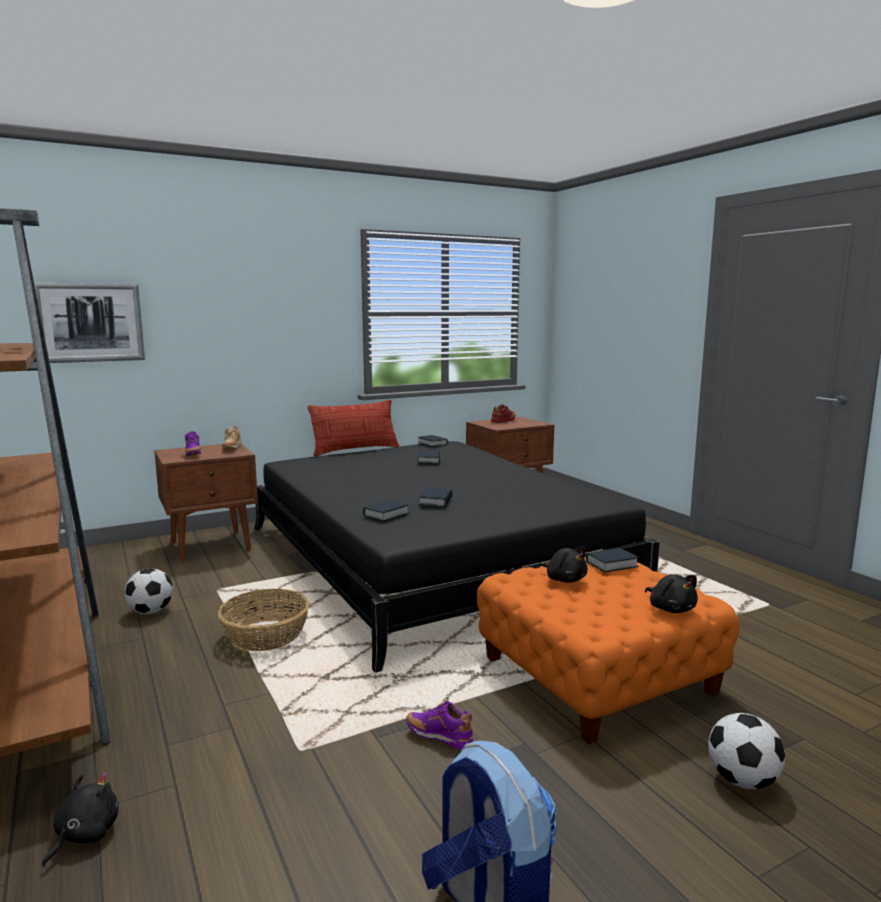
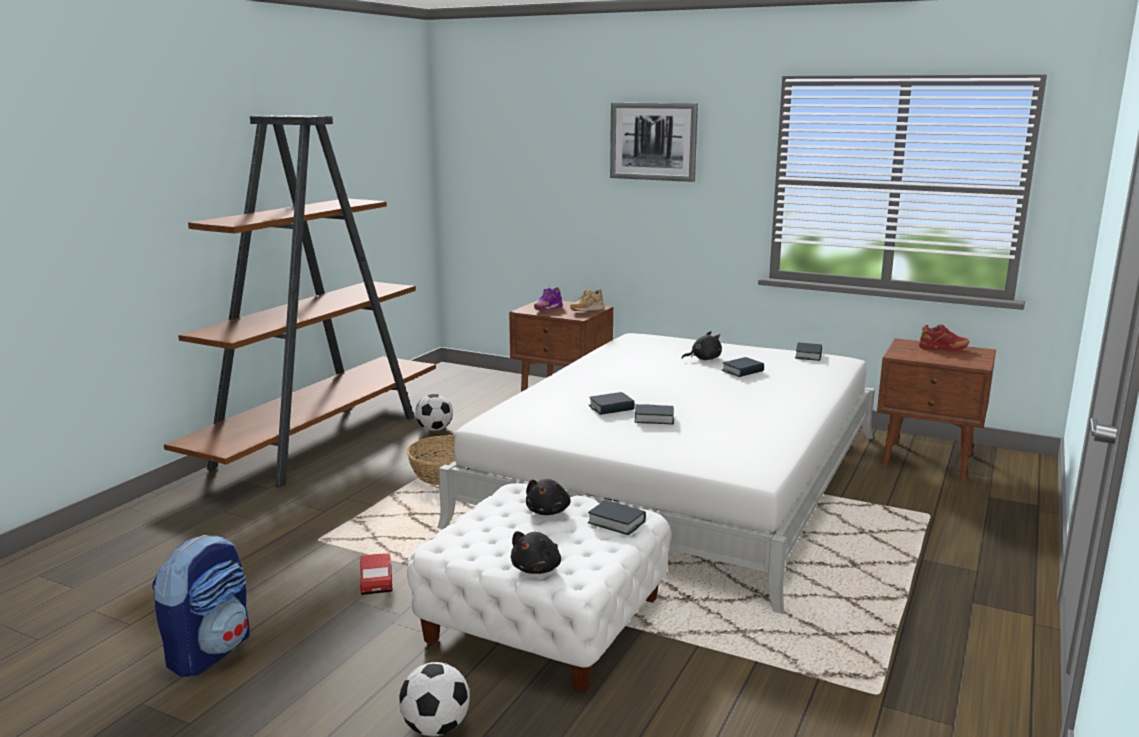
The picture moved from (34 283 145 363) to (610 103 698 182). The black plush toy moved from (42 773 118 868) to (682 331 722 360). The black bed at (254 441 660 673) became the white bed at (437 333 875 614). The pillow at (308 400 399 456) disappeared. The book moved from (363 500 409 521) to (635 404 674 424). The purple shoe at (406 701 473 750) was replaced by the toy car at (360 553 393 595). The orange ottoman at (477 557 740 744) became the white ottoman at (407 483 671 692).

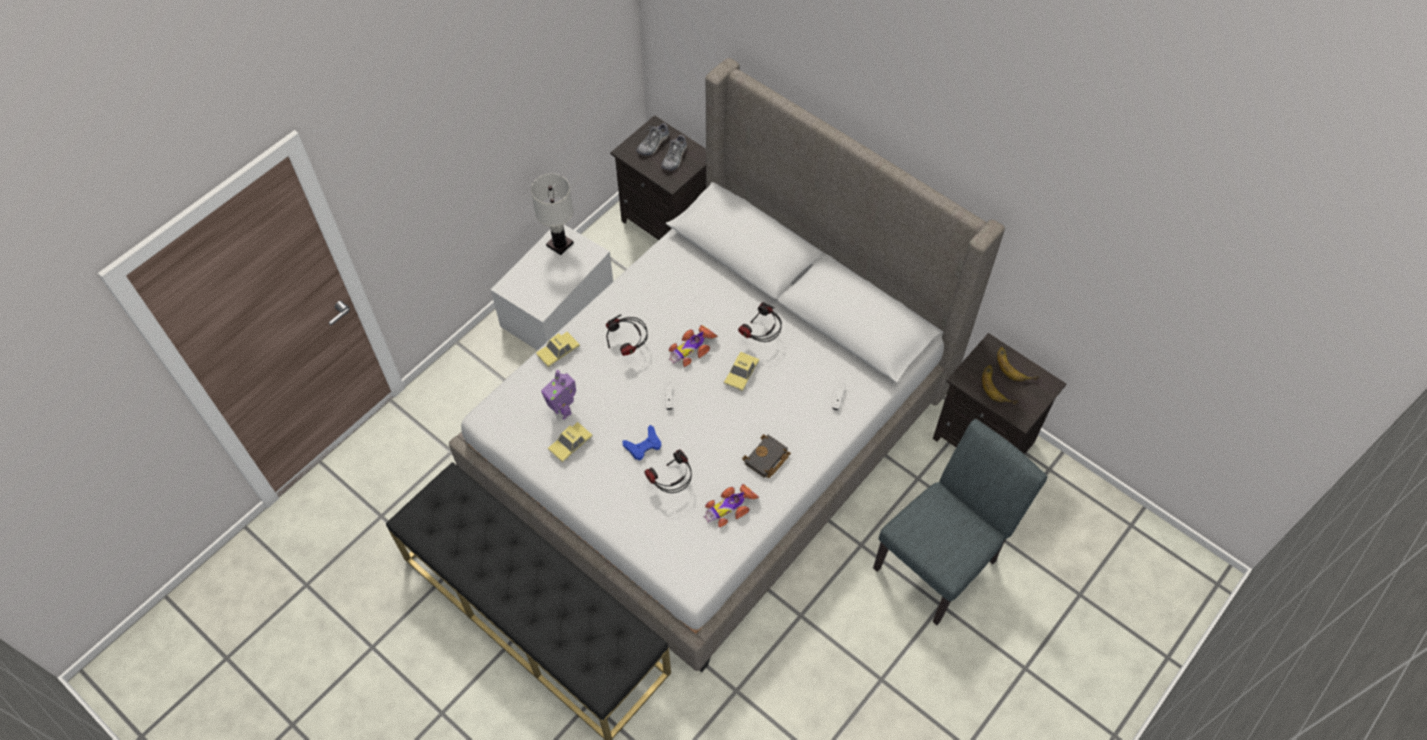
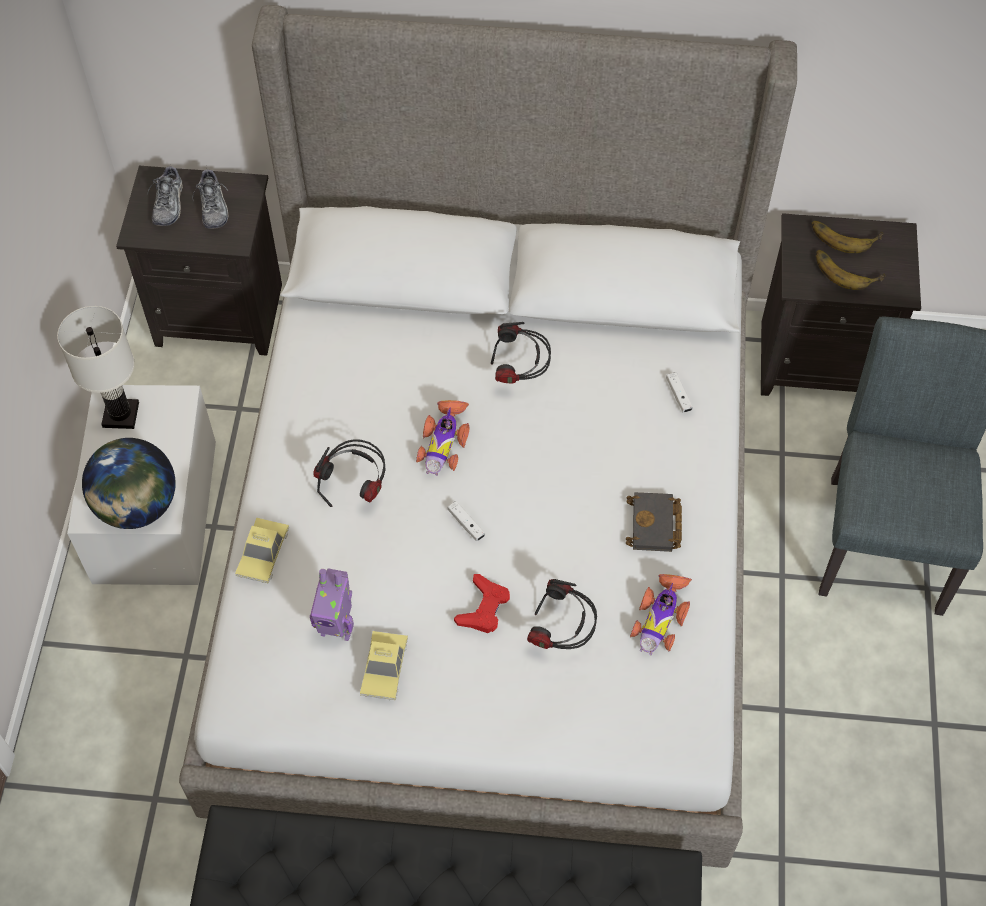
The blue game controller at (623 425 661 460) became the red game controller at (454 574 510 633). The toy car at (724 352 759 391) disappeared. The globe at (82 438 176 529) appeared.

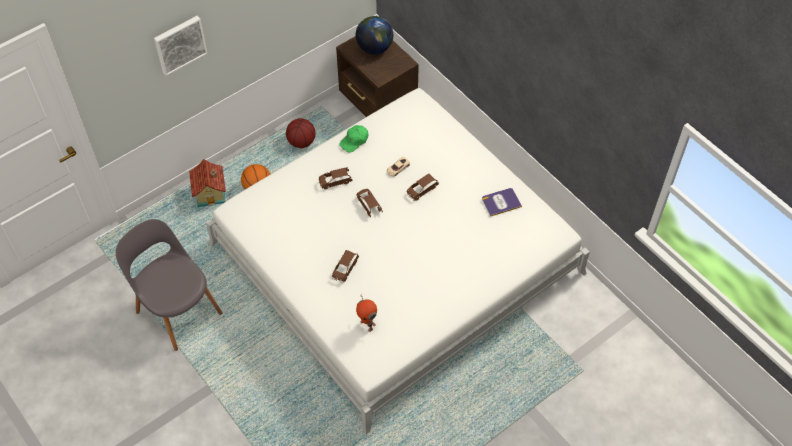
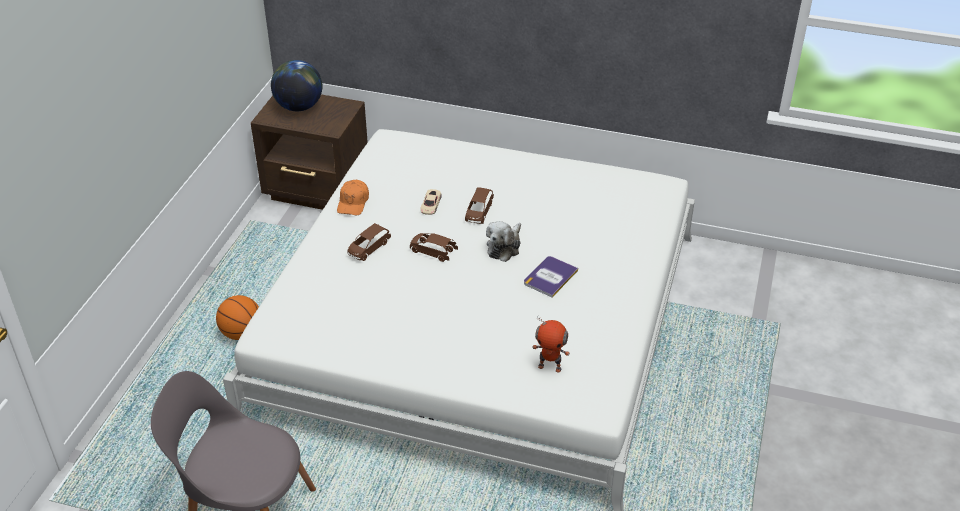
The picture at (154 16 208 76) disappeared. The toy house at (189 159 226 207) disappeared. The basketball at (286 118 316 148) disappeared. The brown toy car at (332 250 359 282) disappeared. The green cap at (339 125 368 153) became the orange cap at (337 180 369 216). The book moved from (482 188 522 217) to (524 256 578 298). The plush toy at (486 221 521 262) appeared.

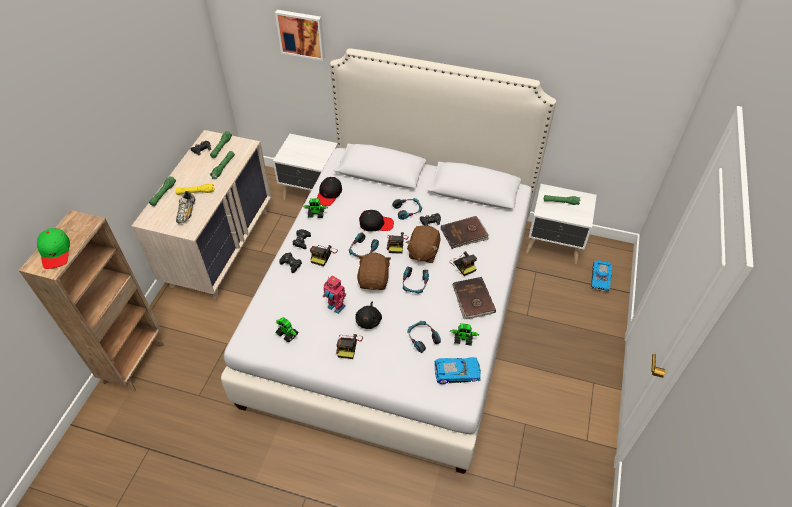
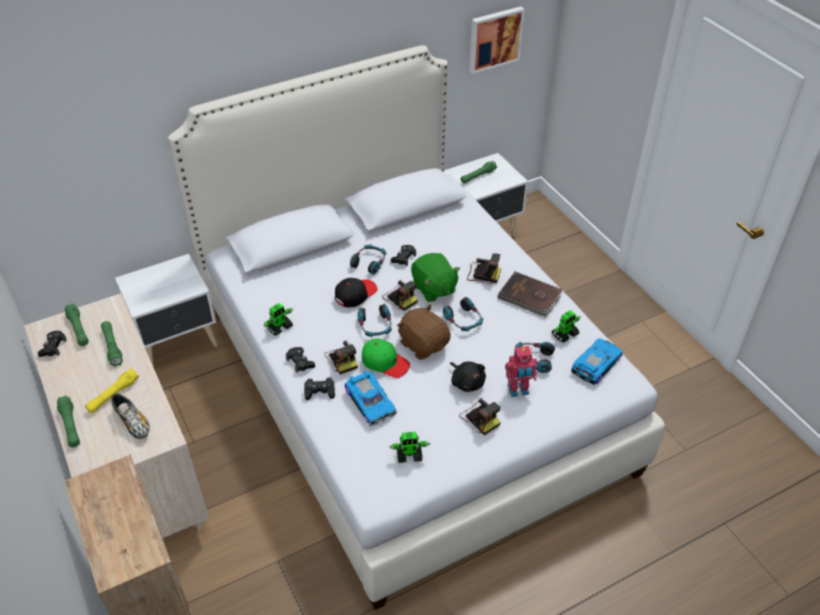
The green cap moved from (37 228 70 269) to (362 338 410 378). The picture moved from (275 10 325 61) to (469 6 525 74). The black cap at (316 177 342 206) disappeared. The toy robot moved from (323 275 346 314) to (505 346 537 397). The brown plush toy at (406 225 441 263) became the green plush toy at (411 253 460 302). The brown book at (441 216 489 249) disappeared. The toy car moved from (591 260 612 292) to (345 370 397 426).

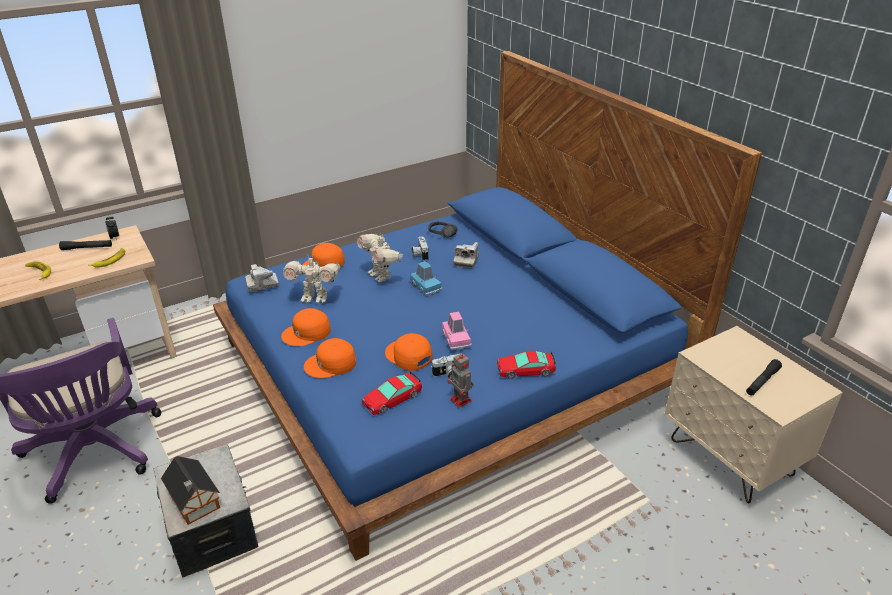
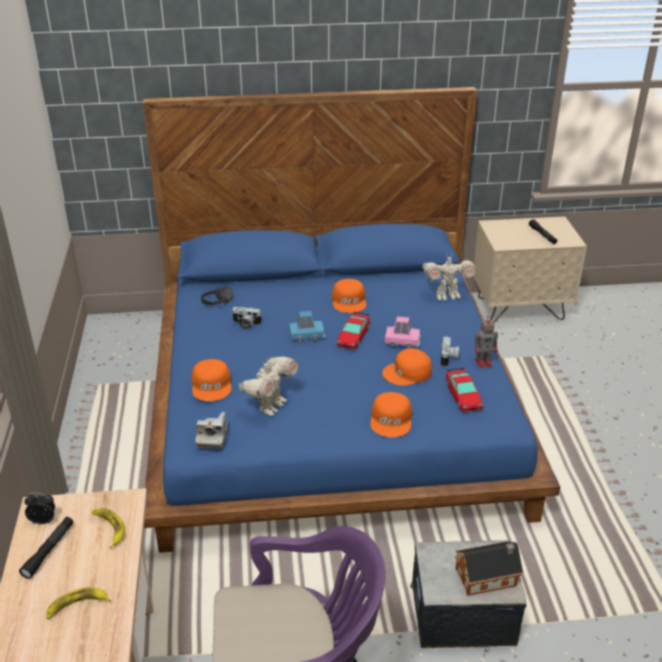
The orange cap moved from (281 308 331 346) to (332 279 367 313). The toy robot moved from (357 234 403 282) to (422 256 476 300). The photo camera at (453 242 479 268) disappeared. The toy car moved from (497 351 556 378) to (337 312 370 350).

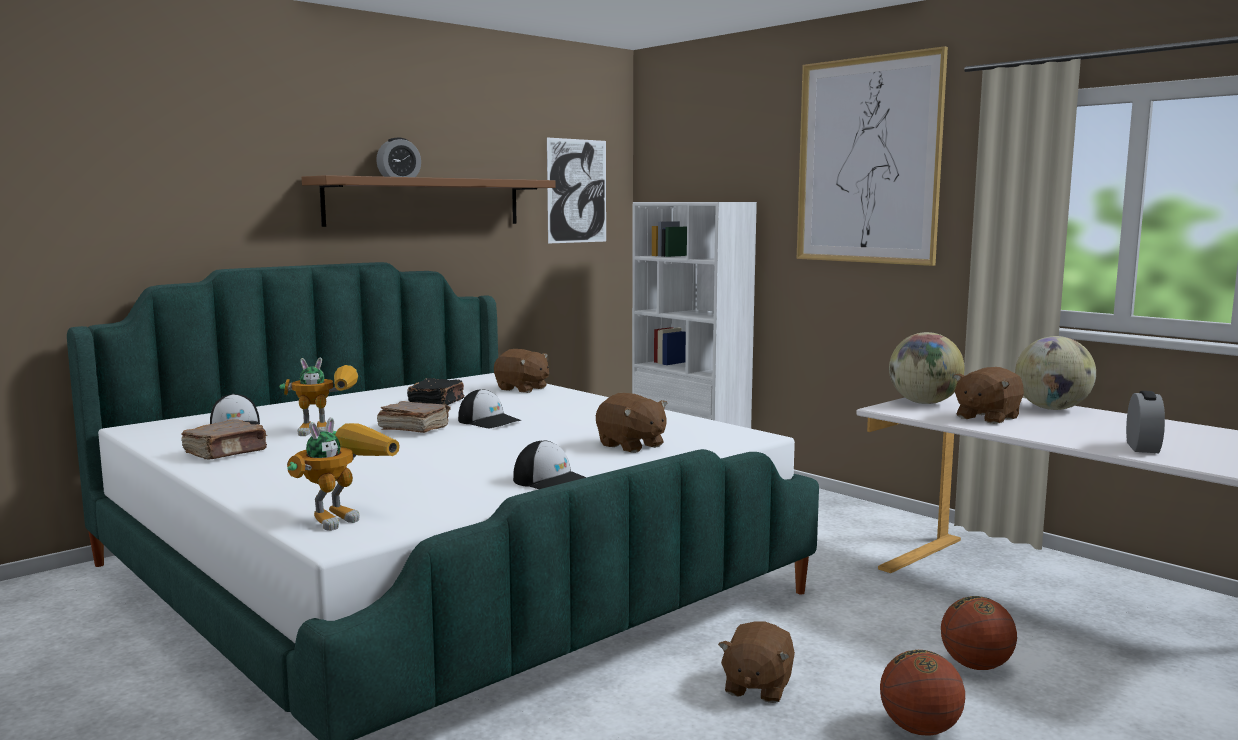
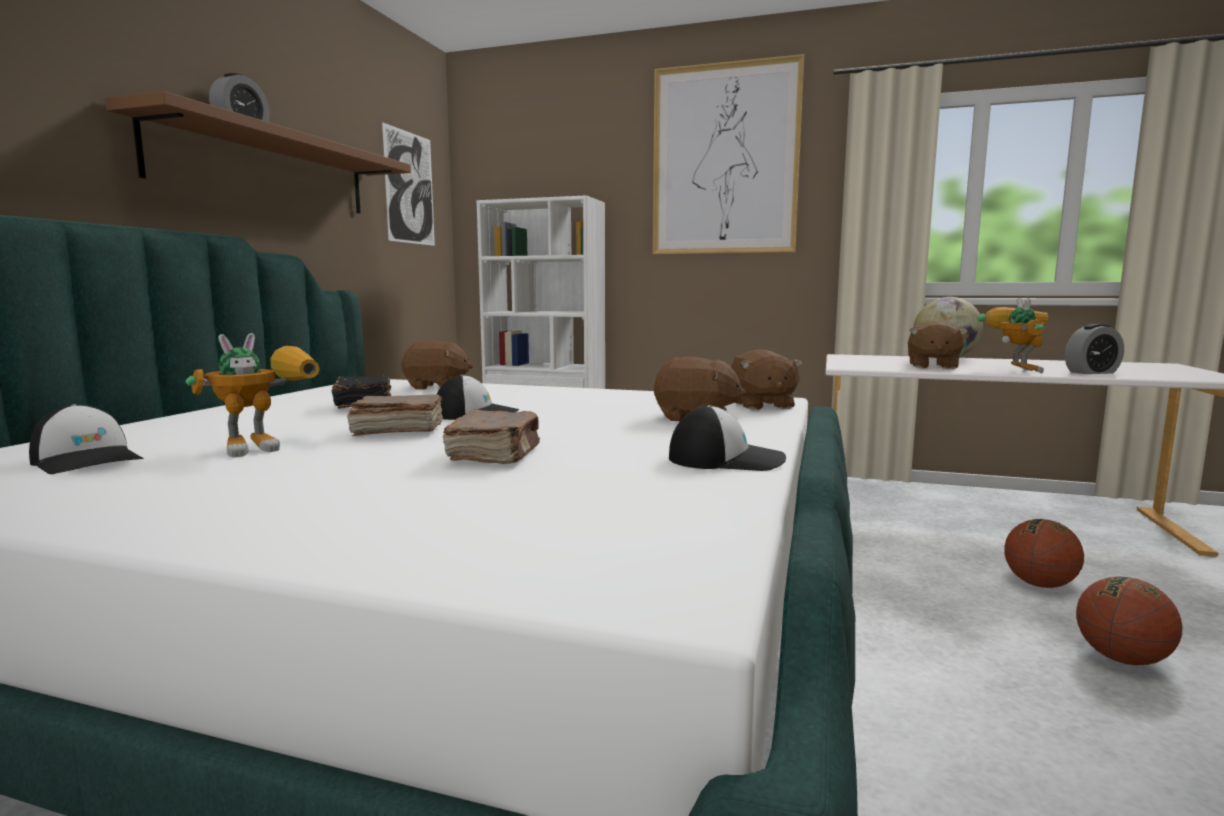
The brown book moved from (181 419 267 459) to (443 410 540 464). The toy robot moved from (287 417 400 531) to (977 298 1048 373). The brown plush toy moved from (718 621 795 703) to (731 349 803 410). The globe at (889 332 965 404) disappeared. The alarm clock at (1126 391 1165 453) turned 90 degrees clockwise.

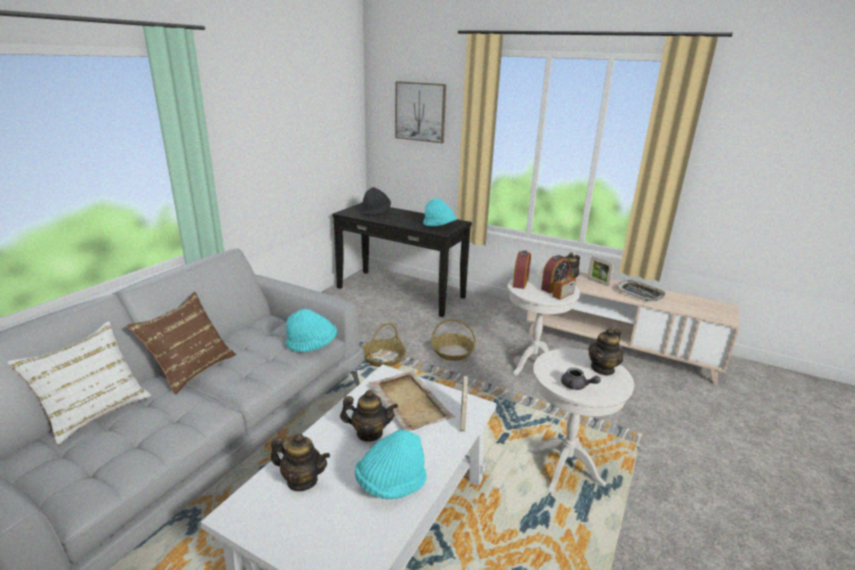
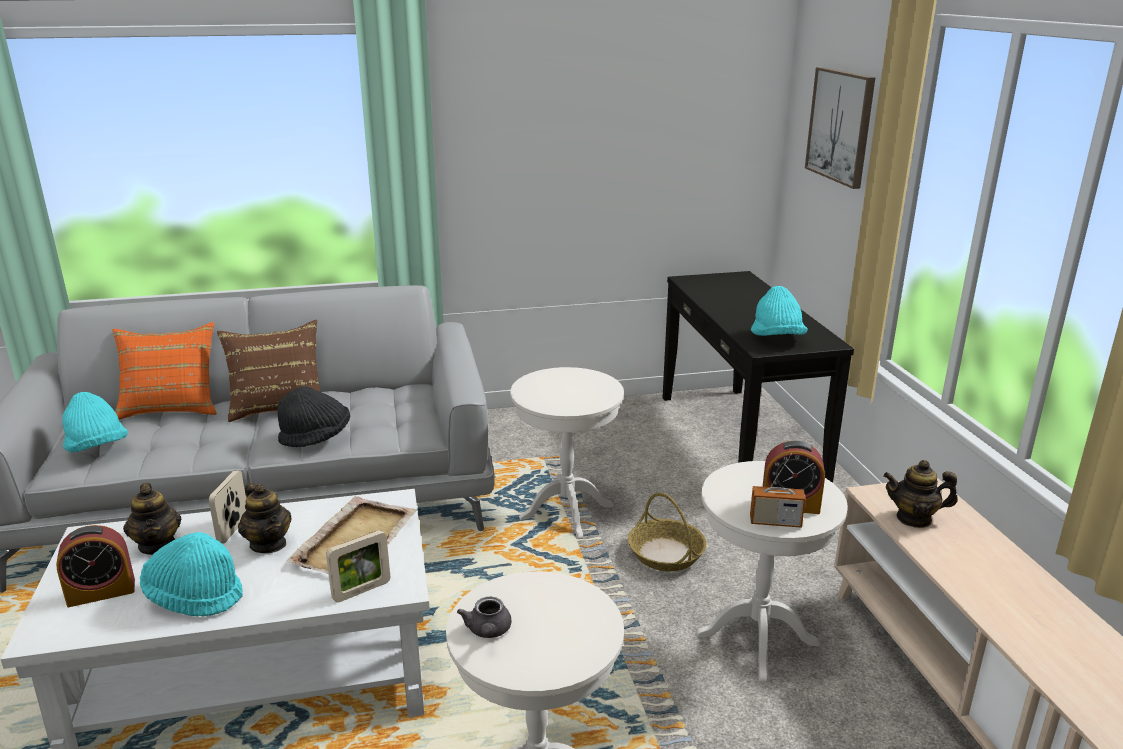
The white pillow at (7 321 152 445) became the orange pillow at (113 322 217 420). The turquoise hat moved from (286 309 337 352) to (62 392 128 452). The black hat moved from (362 187 391 216) to (278 386 350 447). The basket at (362 323 406 367) was replaced by the white side table at (510 367 624 539). The alarm clock moved from (513 250 531 289) to (56 525 135 607). The picture frame moved from (588 256 614 286) to (209 471 246 544). The teapot at (588 328 623 376) disappeared. The tray at (617 280 665 302) disappeared.

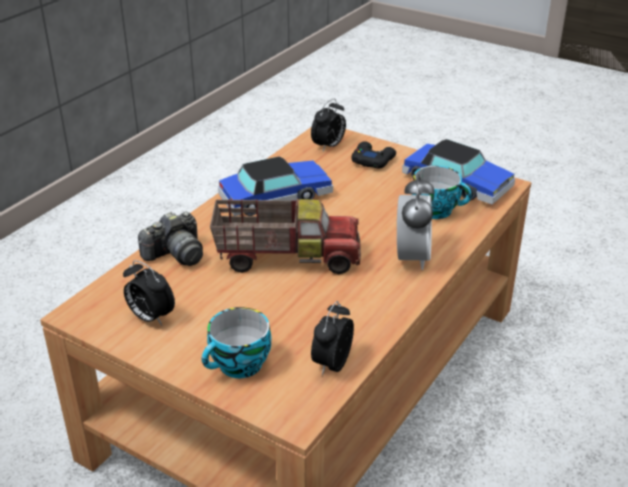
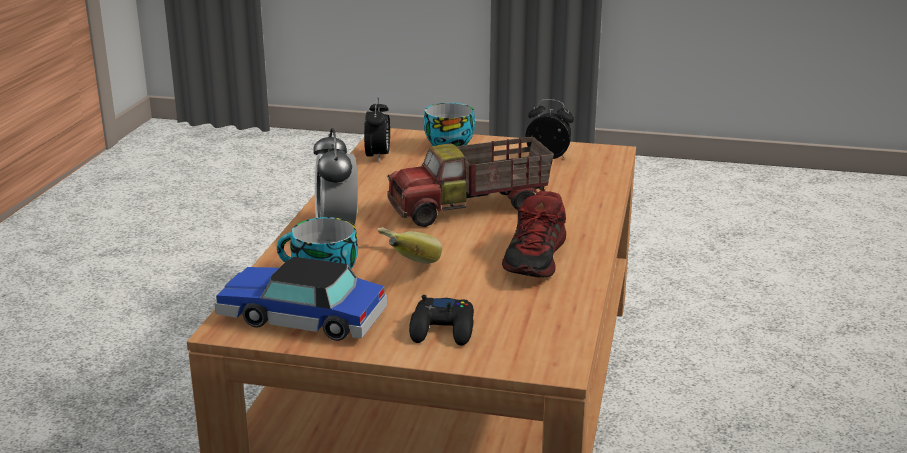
The photo camera at (138 211 203 266) disappeared. The toy car at (218 156 333 216) was replaced by the shoe at (502 191 566 277). The alarm clock at (311 98 346 151) disappeared. The banana at (377 227 442 264) appeared.

